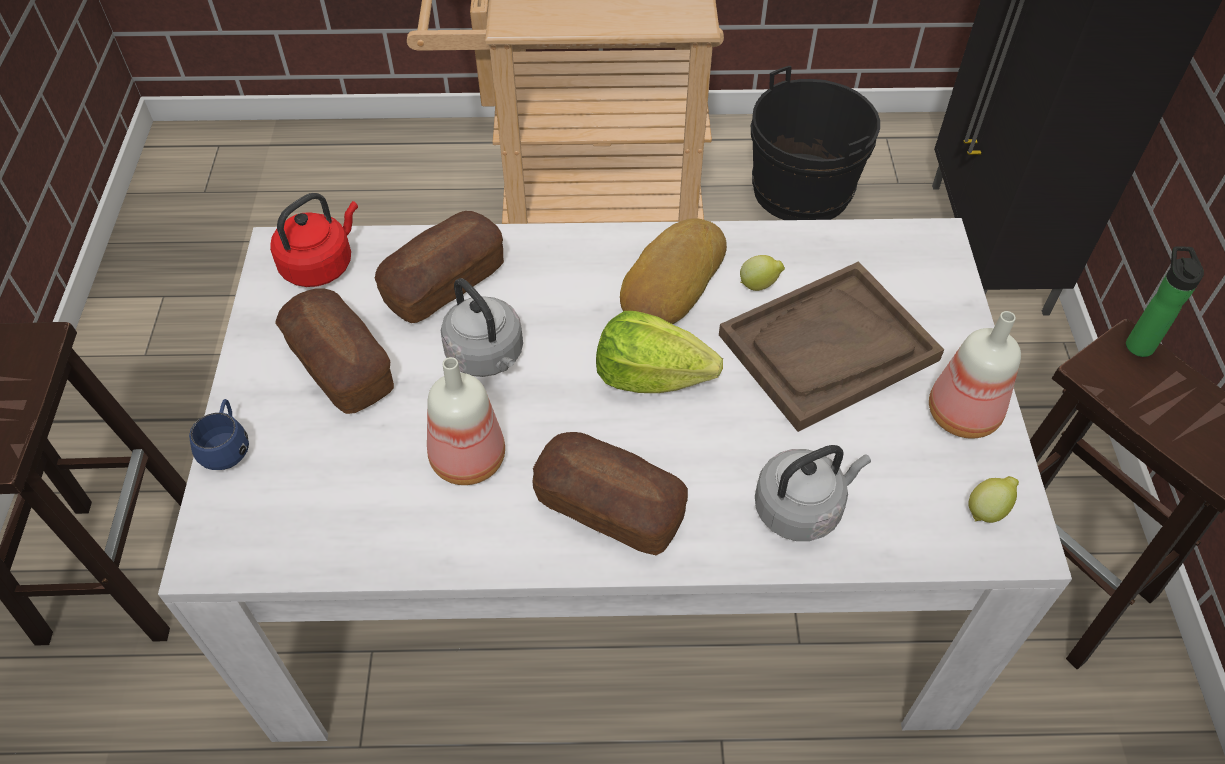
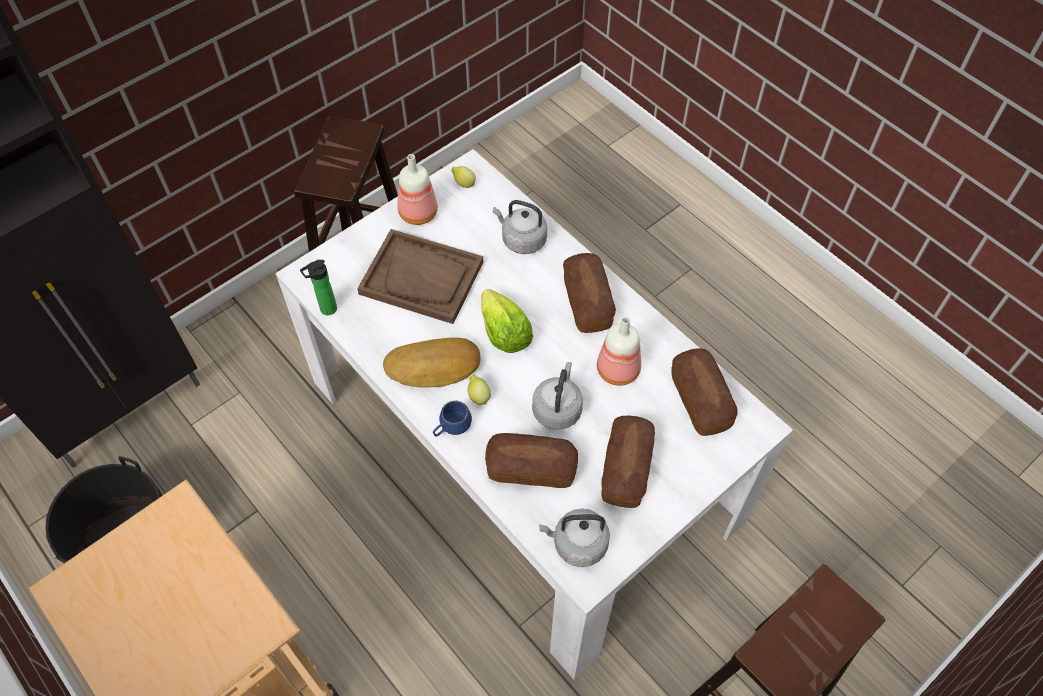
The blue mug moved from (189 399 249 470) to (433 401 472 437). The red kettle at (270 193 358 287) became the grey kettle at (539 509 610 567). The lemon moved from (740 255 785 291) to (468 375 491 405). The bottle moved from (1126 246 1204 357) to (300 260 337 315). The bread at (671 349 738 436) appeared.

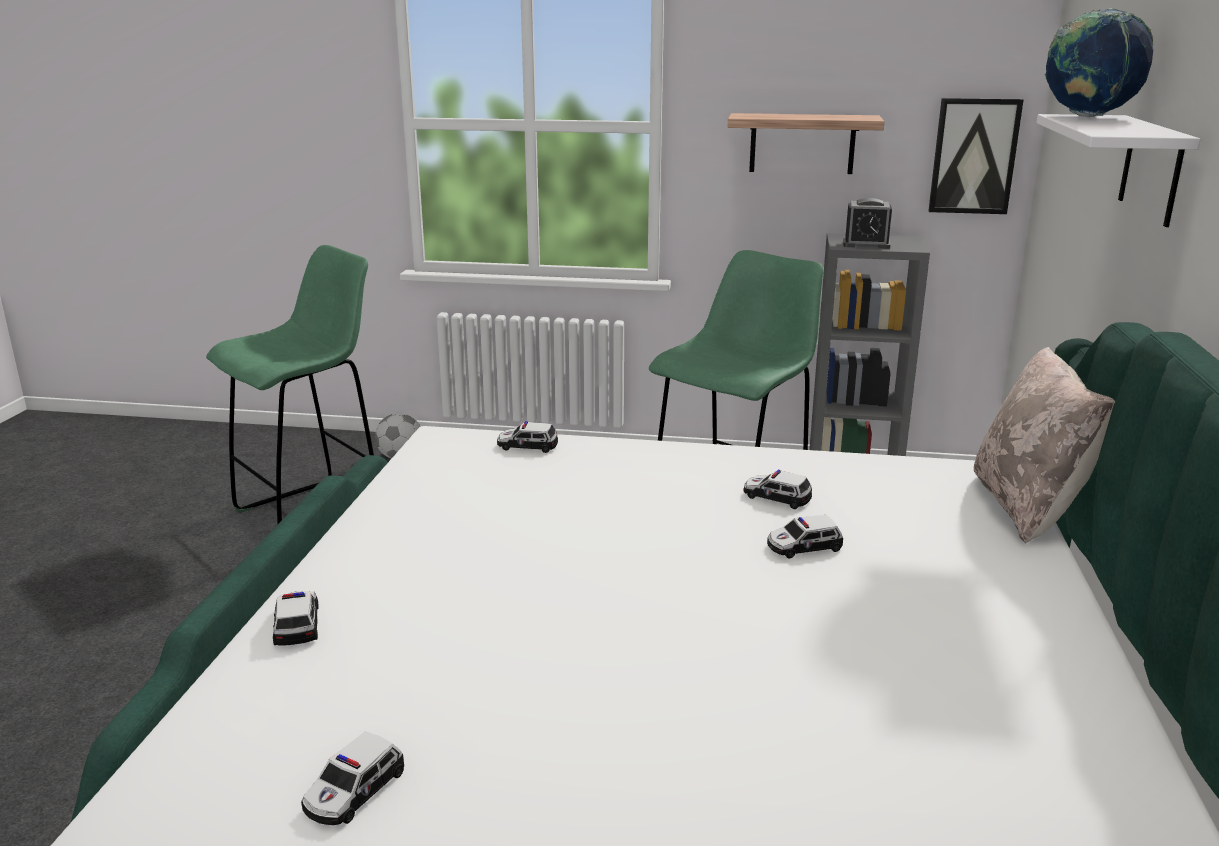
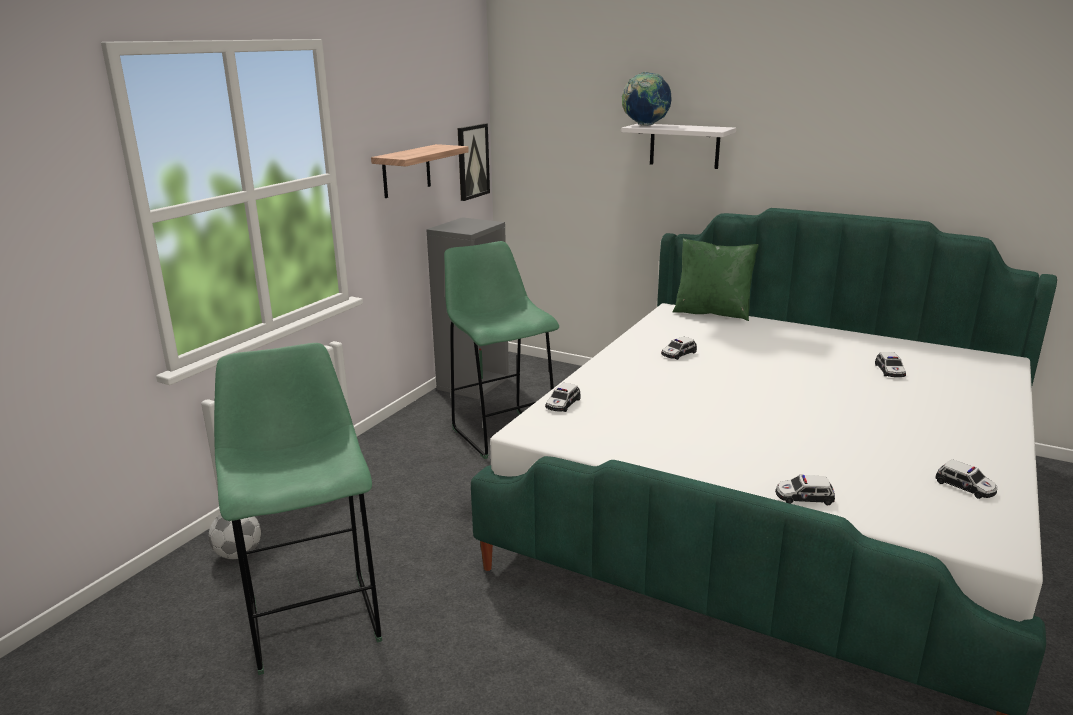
The toy car moved from (767 515 843 558) to (875 352 906 377). The alarm clock at (843 198 892 249) disappeared. The beige pillow at (974 347 1115 544) became the green pillow at (673 238 759 321).

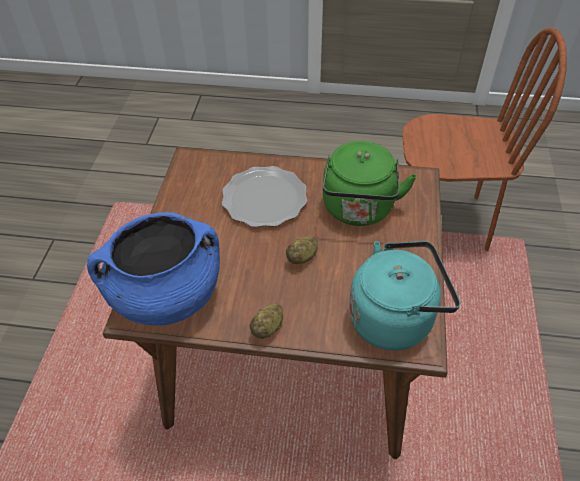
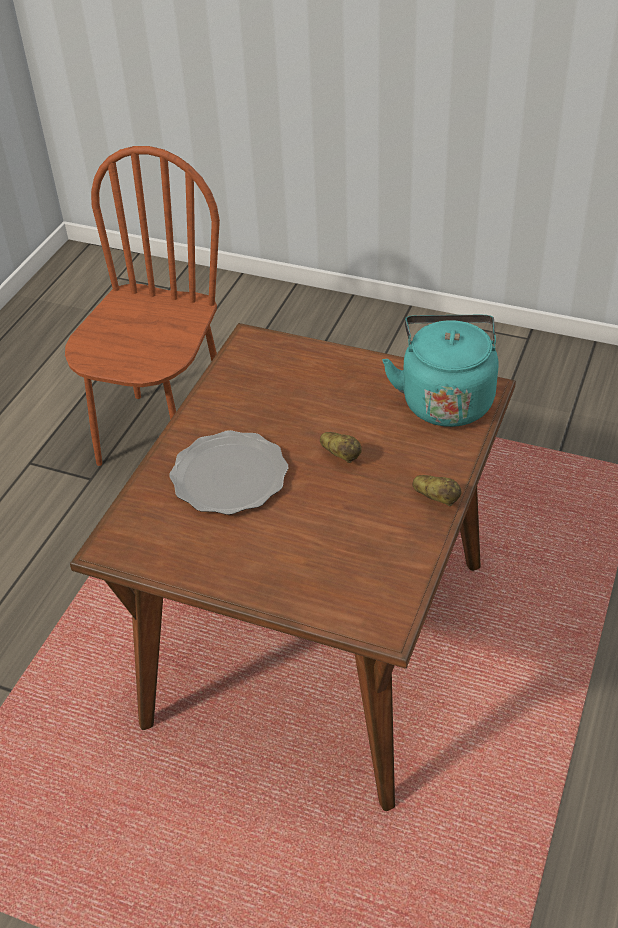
The blue cooking pot at (87 212 220 326) disappeared. The green kettle at (323 141 417 226) disappeared.

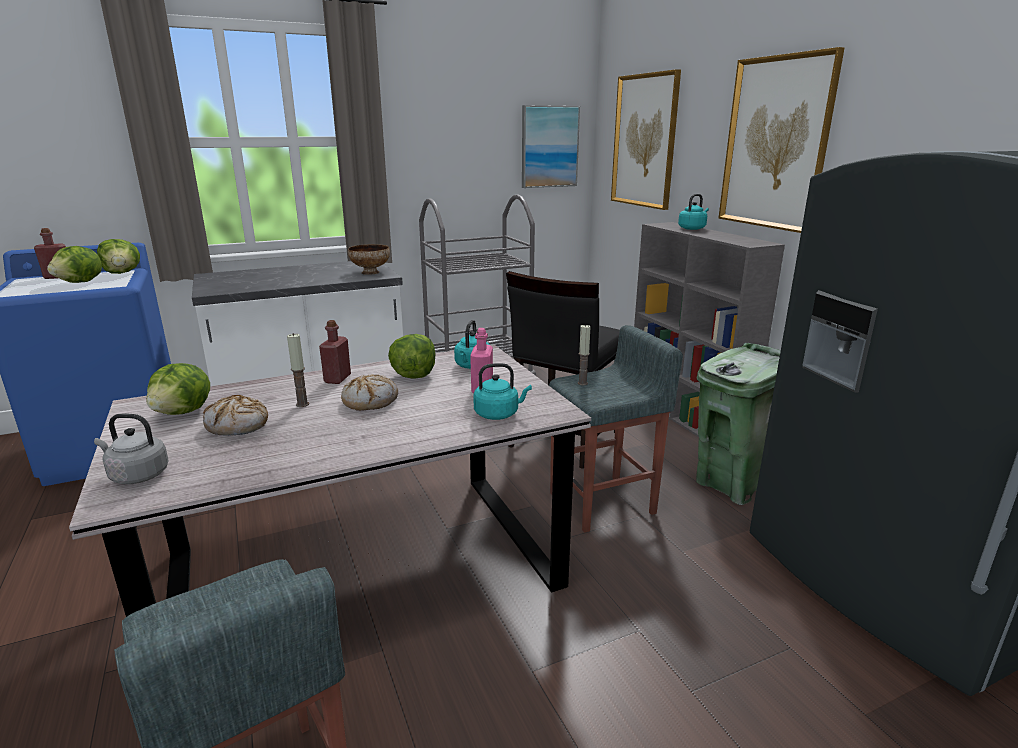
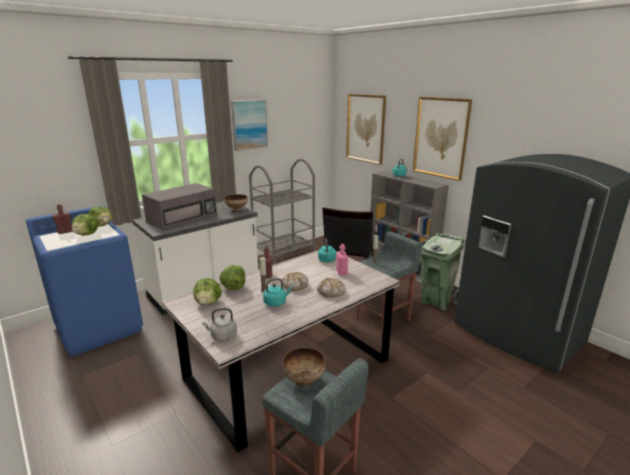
The bread moved from (203 395 268 436) to (317 278 346 297). The lettuce moved from (388 334 436 379) to (219 265 245 290). The turquoise kettle moved from (473 363 532 420) to (263 278 292 307). The picture moved from (522 105 580 188) to (231 99 268 151). The grey microwave at (142 183 217 231) appeared. The bowl at (282 347 326 388) appeared.

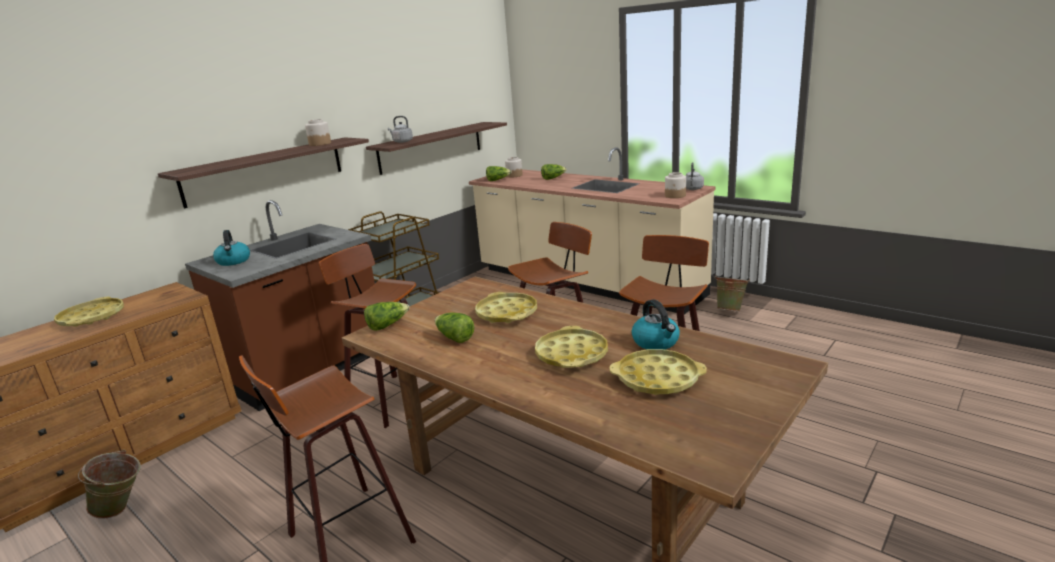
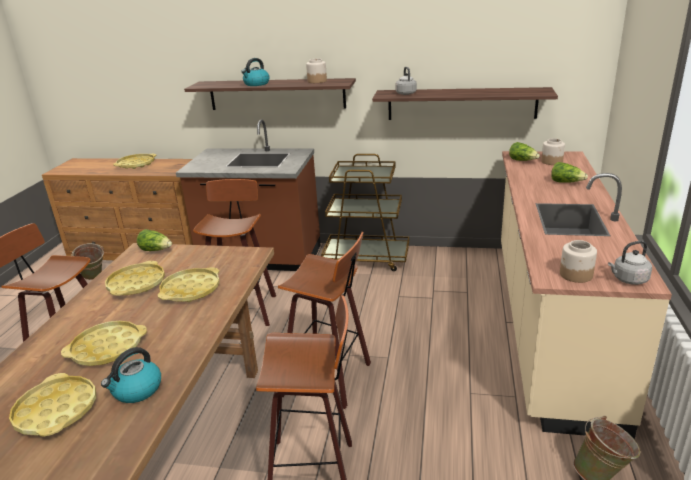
The kettle moved from (213 230 250 266) to (241 58 270 86). The lettuce at (435 312 474 343) was replaced by the yellow tray at (105 261 165 296).

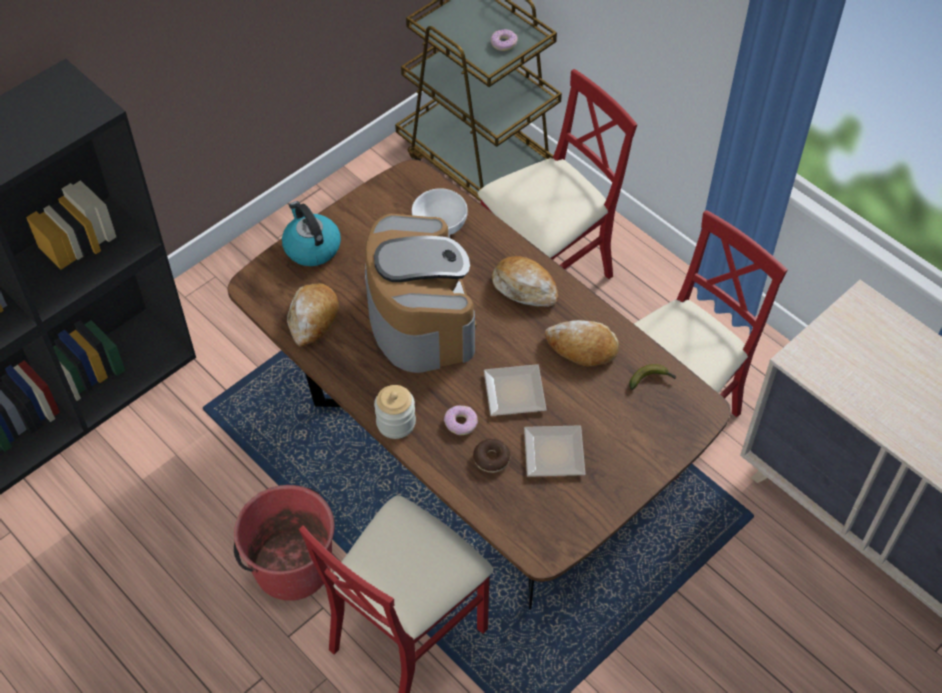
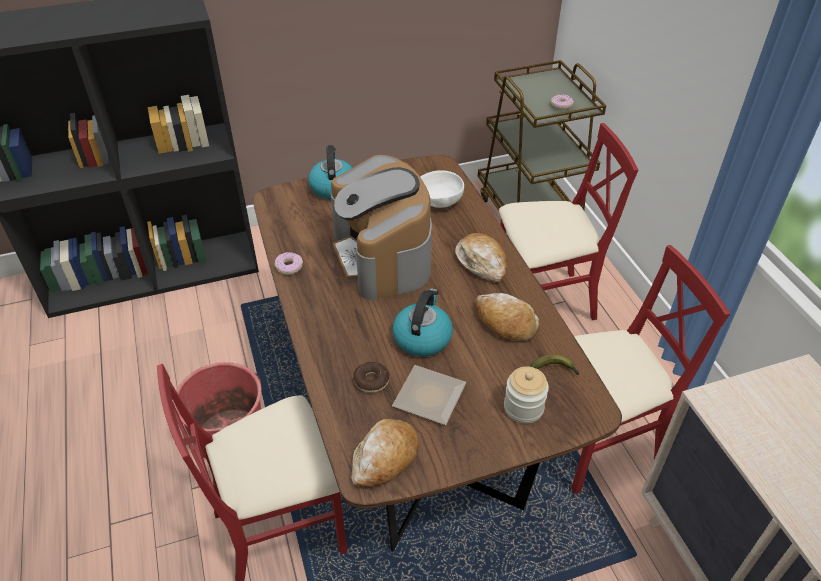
The bread moved from (287 283 339 346) to (351 419 419 487). The coffee machine at (365 214 477 373) turned 150 degrees clockwise. The jar moved from (374 385 416 439) to (504 366 549 424). The donut moved from (444 406 478 435) to (275 252 303 275). The plate at (484 364 547 416) was replaced by the kettle at (392 288 453 357).

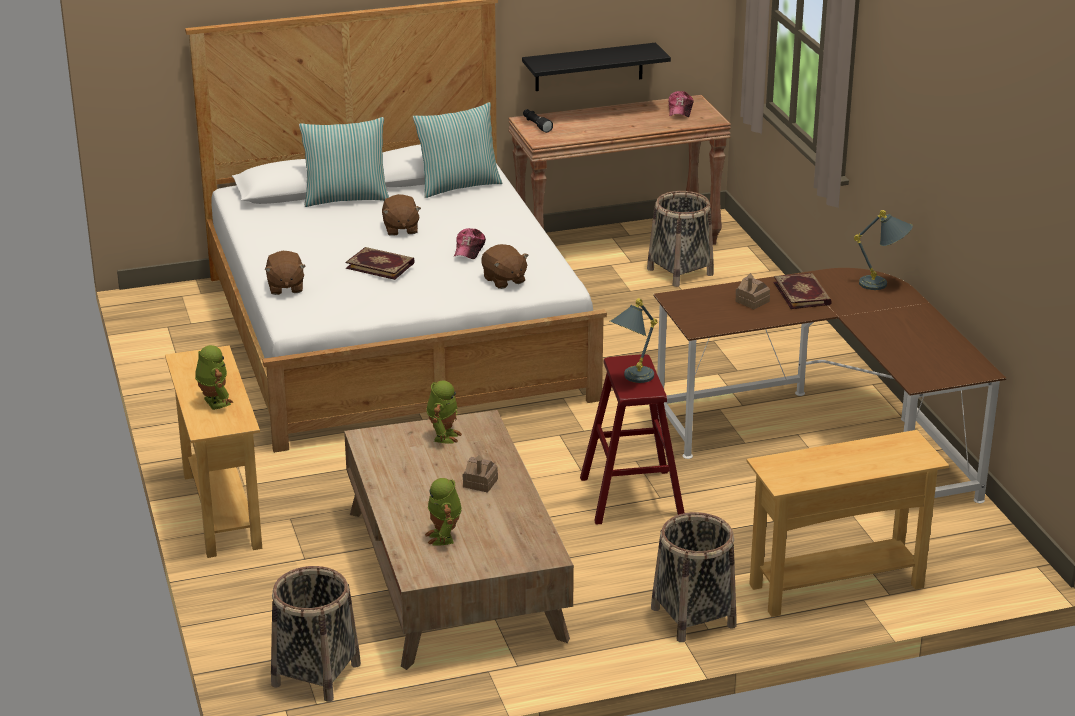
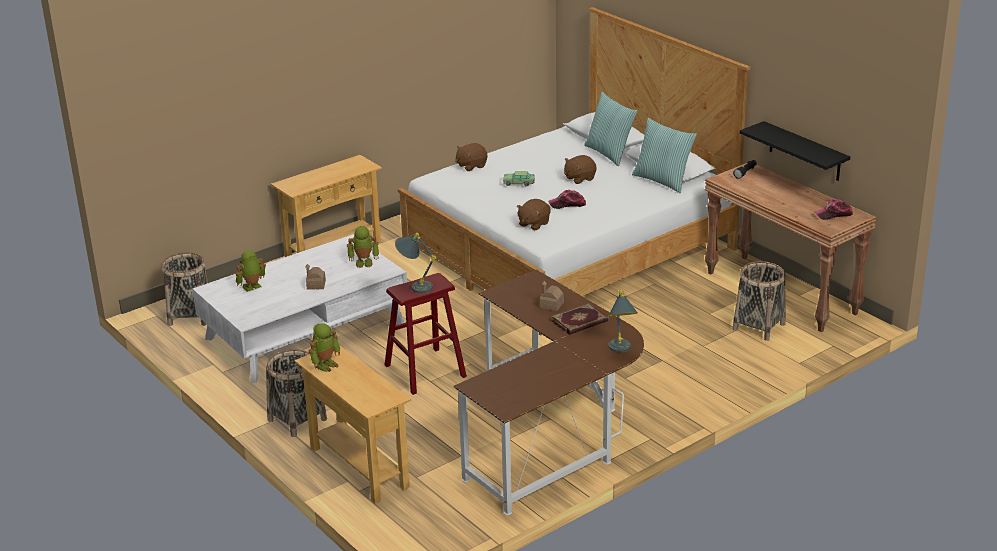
The toy robot moved from (195 345 233 410) to (308 323 341 372). The brown coffee table at (344 410 574 670) became the white coffee table at (192 234 407 383). The book at (345 247 415 280) was replaced by the toy car at (503 171 535 186).

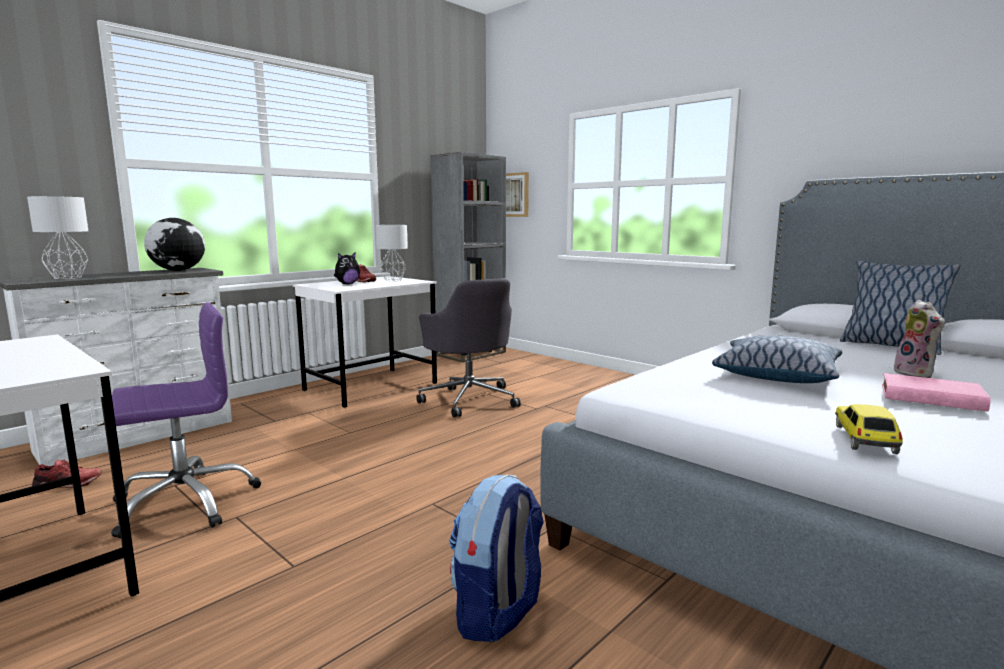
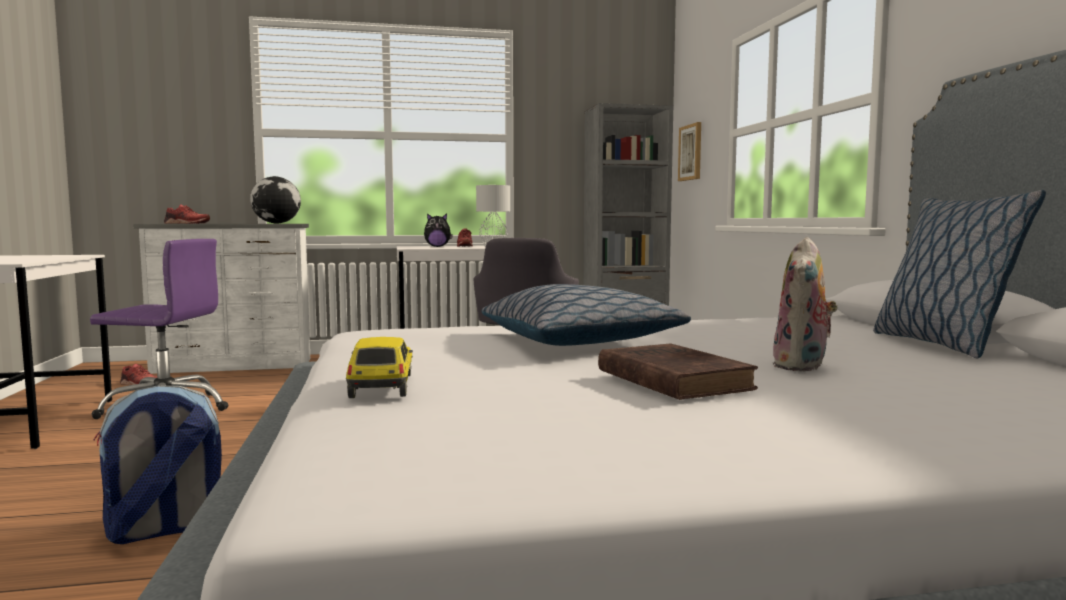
The grey table lamp at (27 196 88 279) was replaced by the red shoe at (164 204 210 224). The toy car at (835 404 903 454) turned 60 degrees counterclockwise. The pink book at (882 373 991 412) became the brown book at (598 344 758 400).

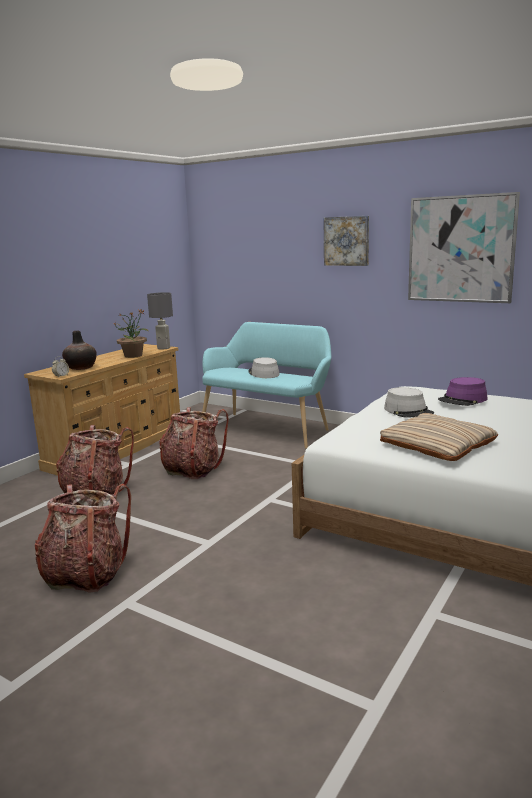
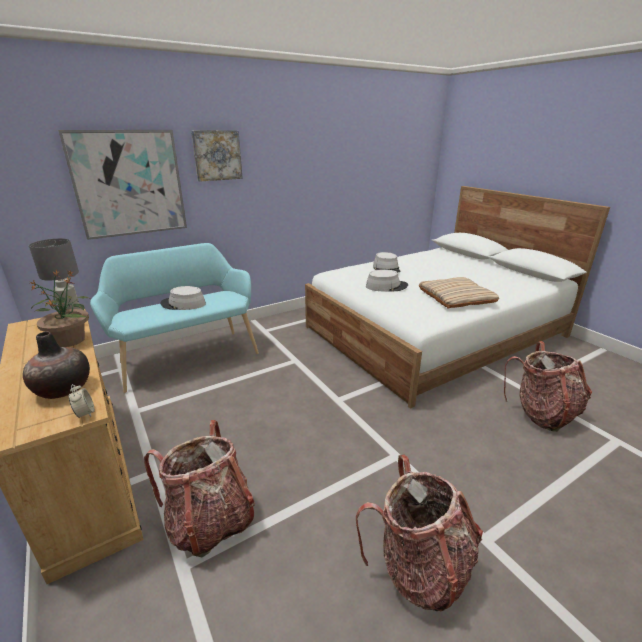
The backpack moved from (160 407 229 479) to (504 341 592 432). The picture moved from (408 192 520 303) to (58 130 187 240). The purple hat at (438 377 488 406) became the grey hat at (373 252 400 272).

